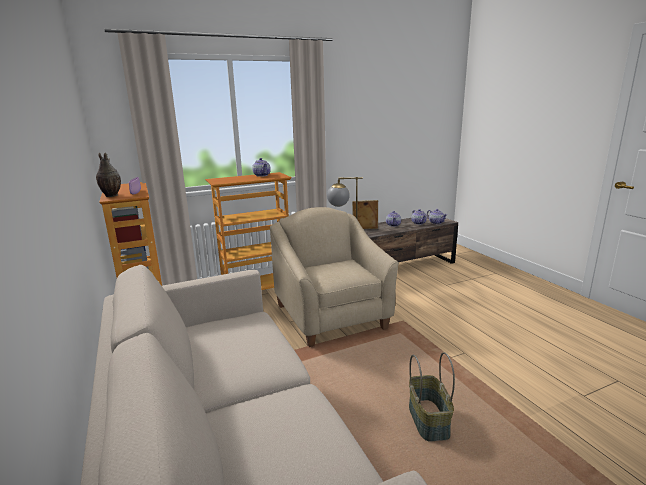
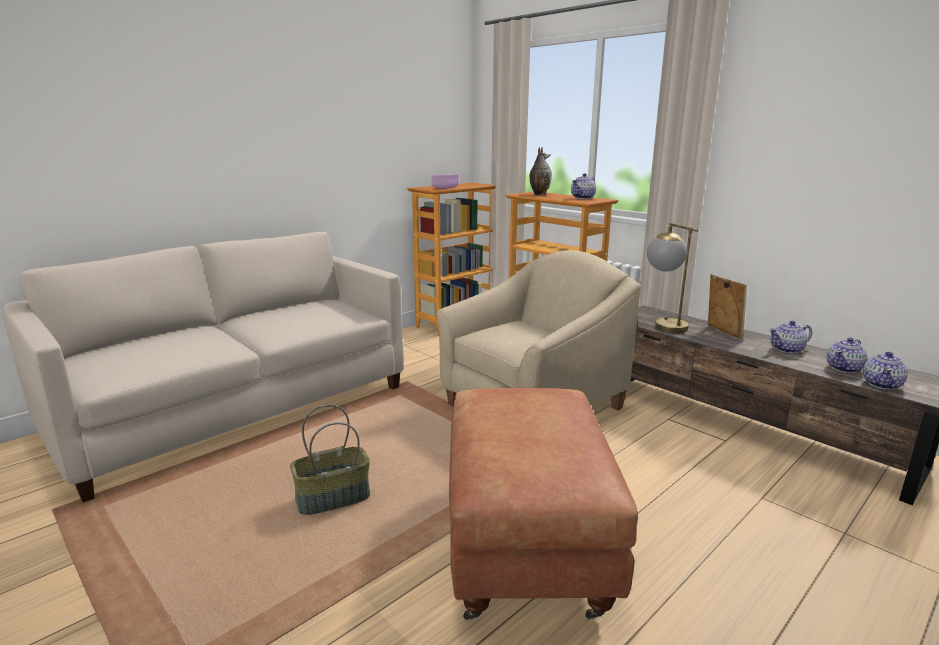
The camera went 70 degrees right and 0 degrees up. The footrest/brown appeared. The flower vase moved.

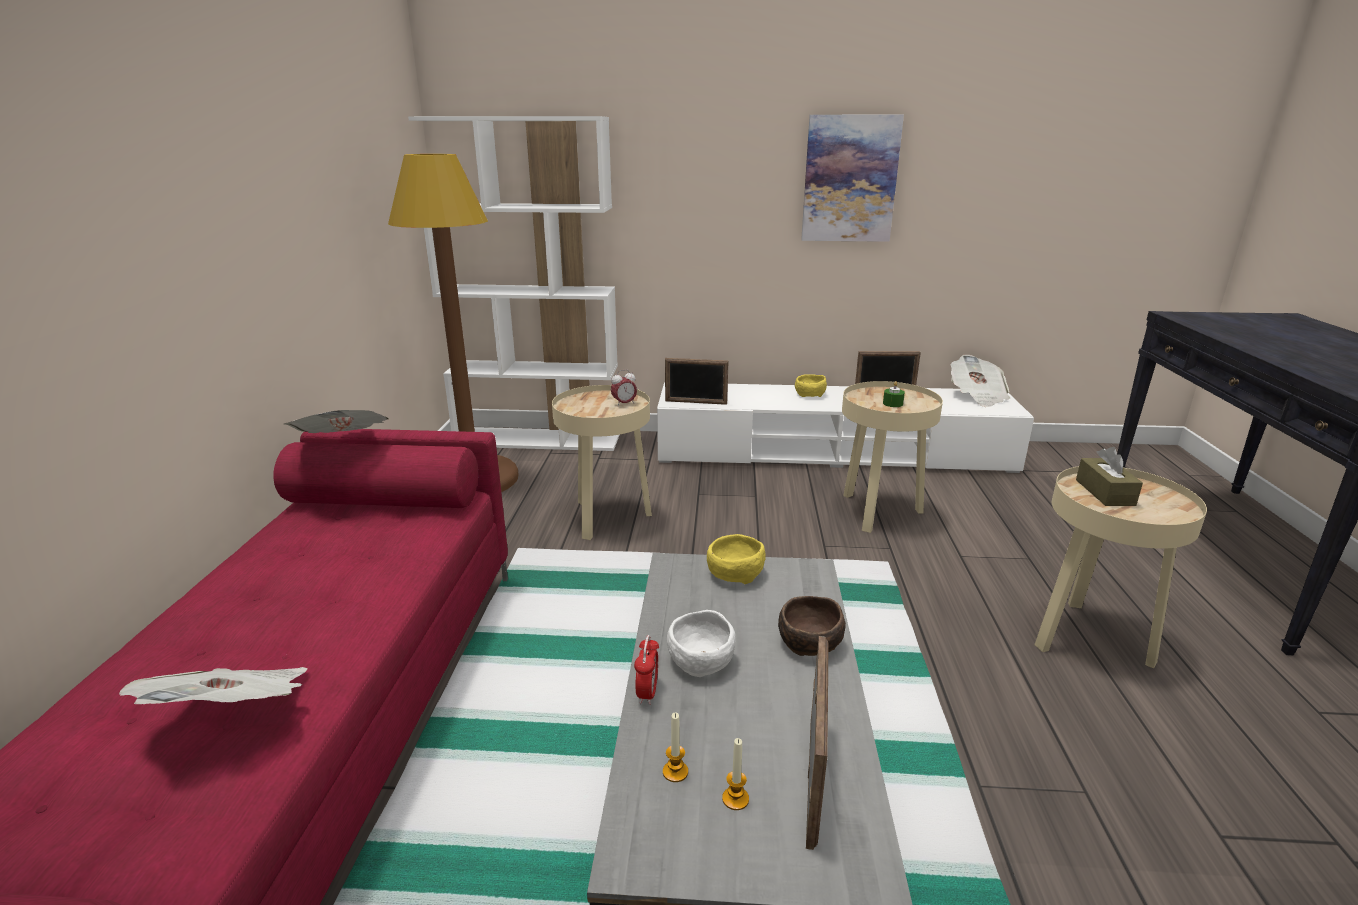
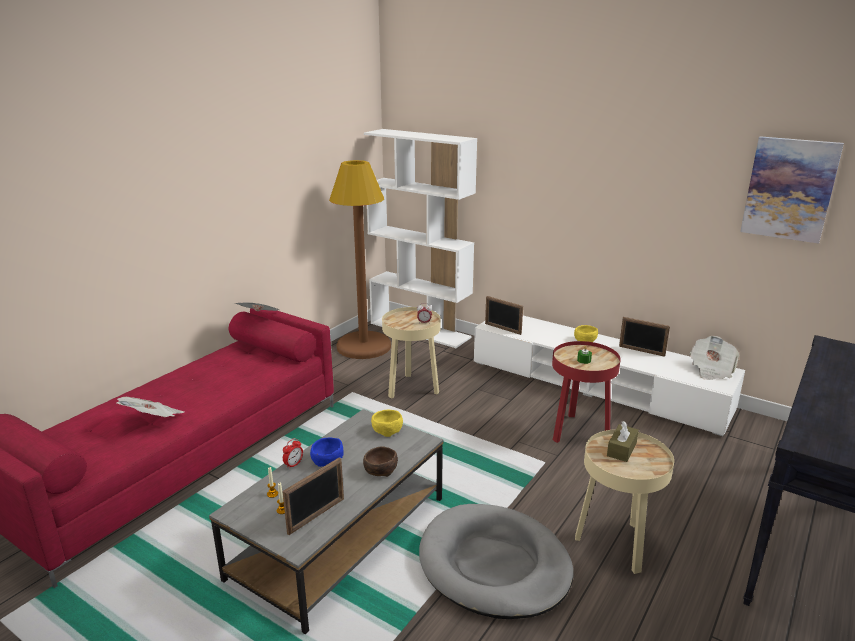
The camera went 30 degrees right and 0 degrees up. The pet bed/gray appeared. The wall art moved. The bowl/whitish became the bowl/bluish. The accent table/beige (no. 2 from left) became the accent table/red.

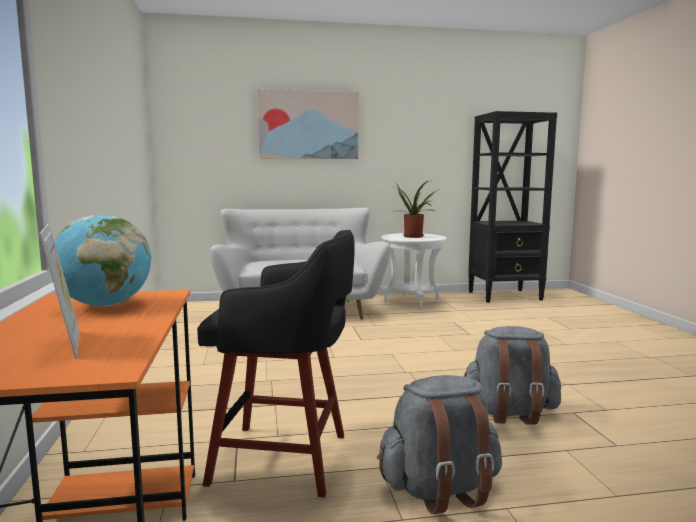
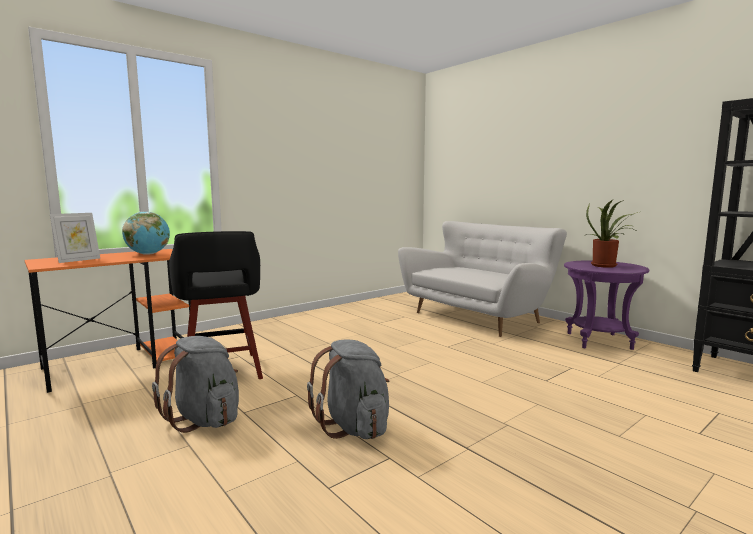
The camera went 60 degrees right and 0 degrees up. The wall art disappeared. The accent table/whitish became the accent table/purple-coloured.

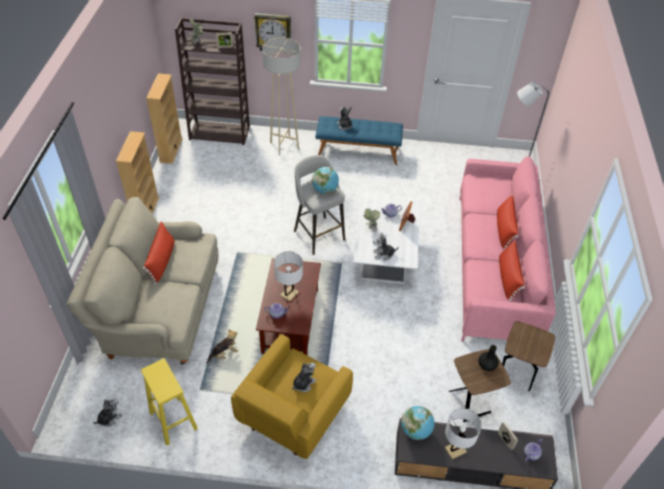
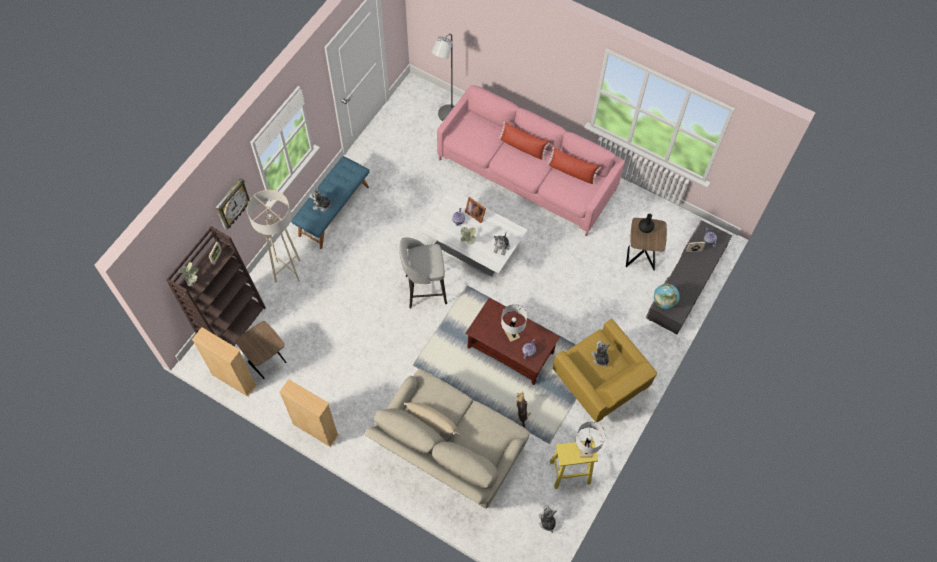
The camera went 65 degrees left and 15 degrees up. The desk globe (no. 1 from left) disappeared. The tabletop lamp/whitish (no. 2 from left) moved. The accent table/brown (no. 2 from left in the first image) moved. The pillow/red (no. 1 from left) became the pillow/beige.

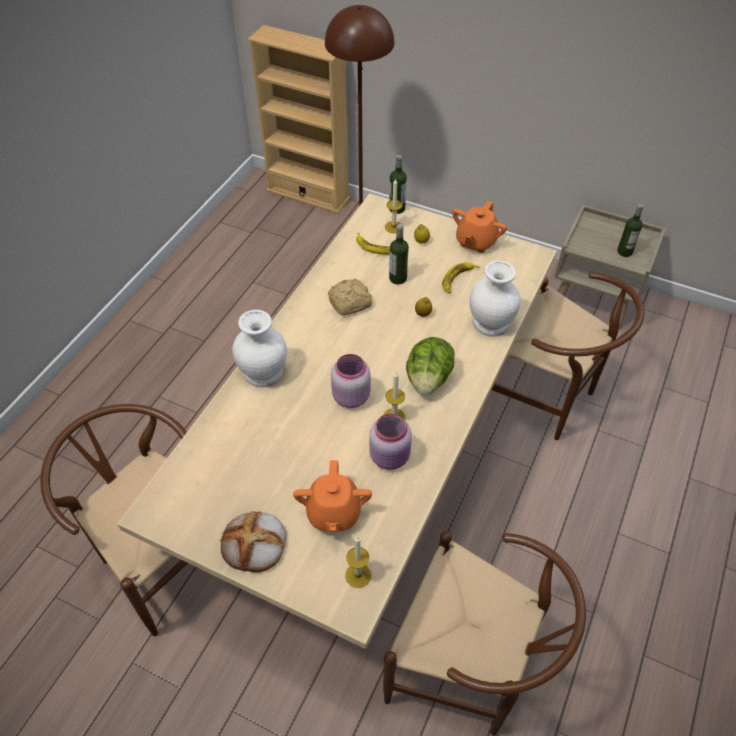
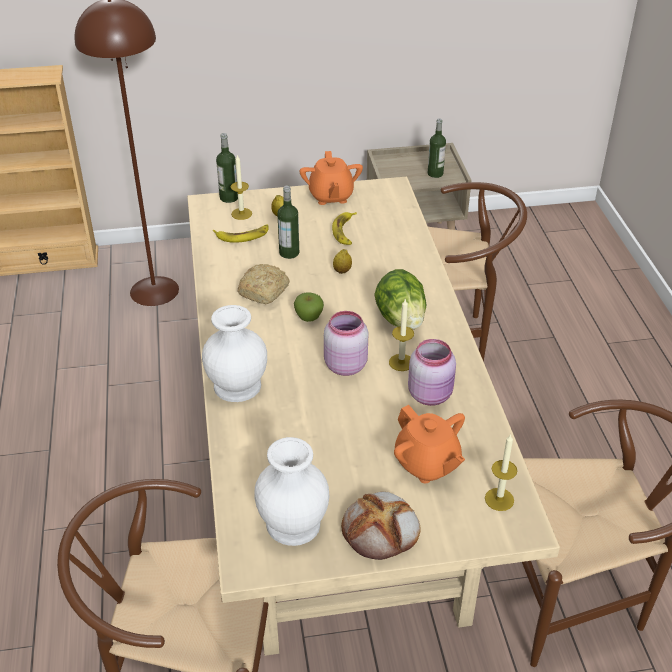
The camera went 35 degrees left and 10 degrees down. The apple appeared. The flower vase/whitish (no. 2 from left) moved.

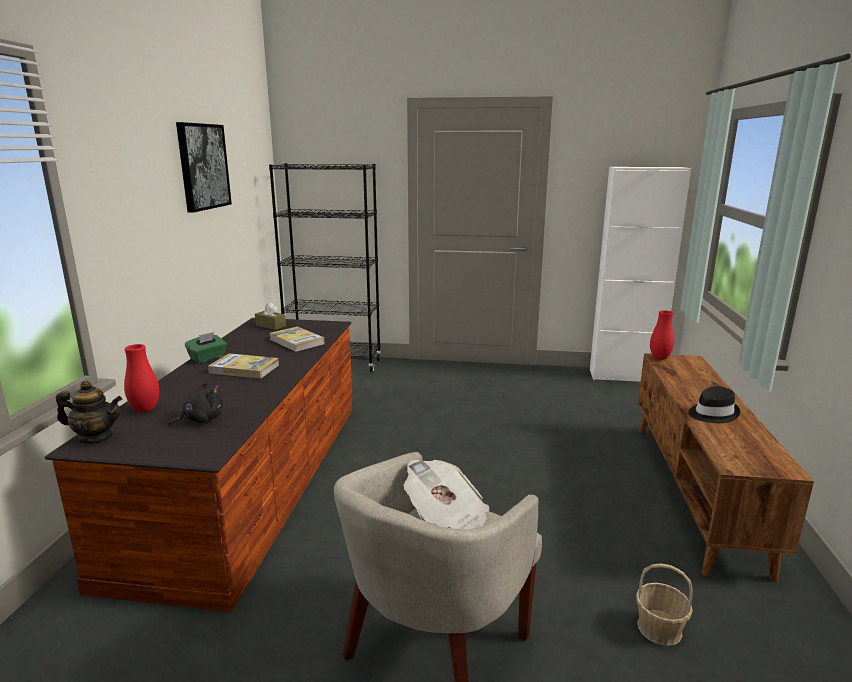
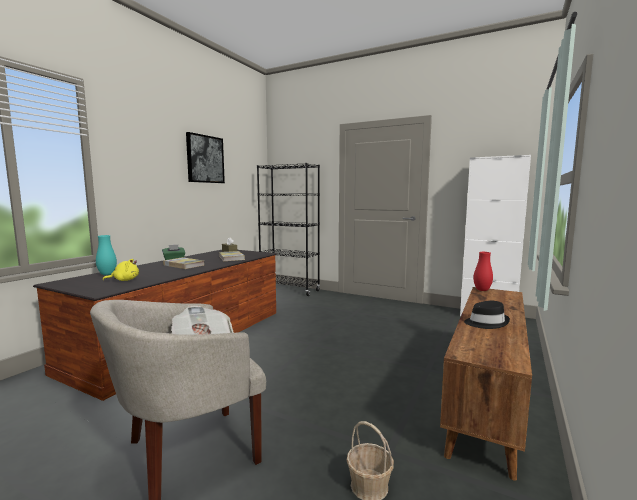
The camera went 20 degrees right and 10 degrees down. The tea pot disappeared. The flower vase/red (no. 1 from left) became the flower vase/turquoise-coloured. The plush toy/black became the plush toy/yellow-coloured.

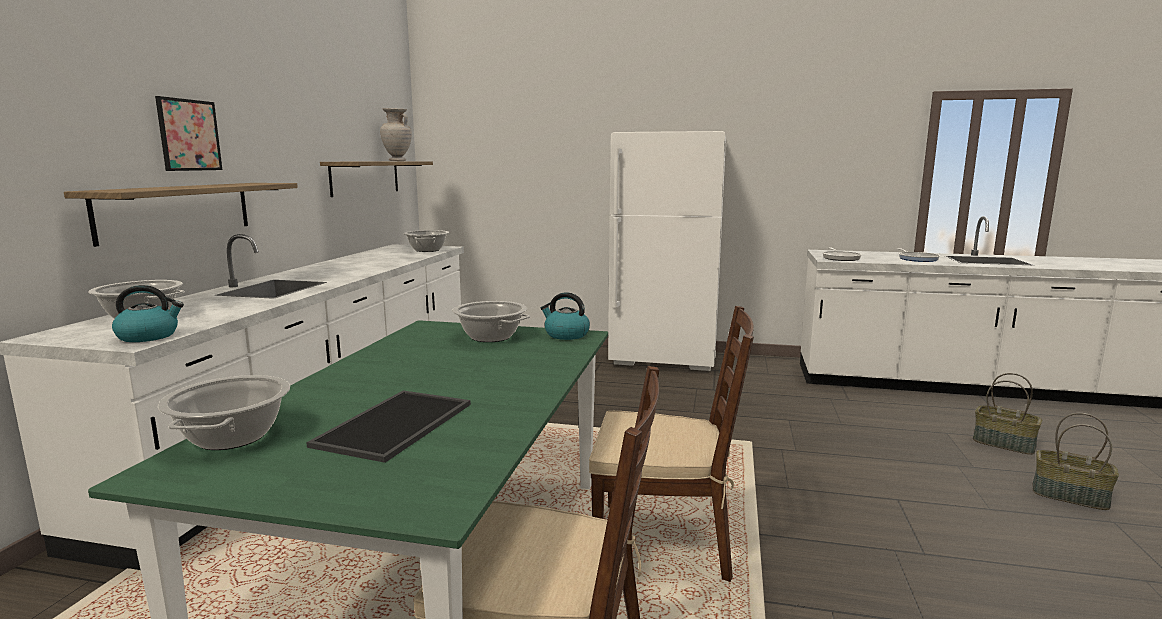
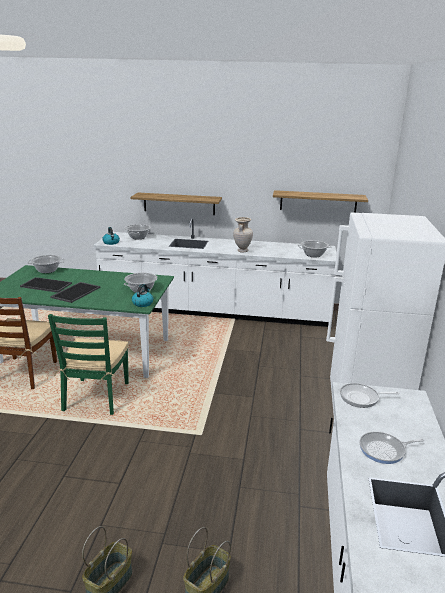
The camera went 85 degrees right and 10 degrees up. The wall art disappeared. The carrying tray (no. 2 from left) appeared. The flower vase/beige moved. The chair/brown (no. 2 from left) became the chair/green-coloured.

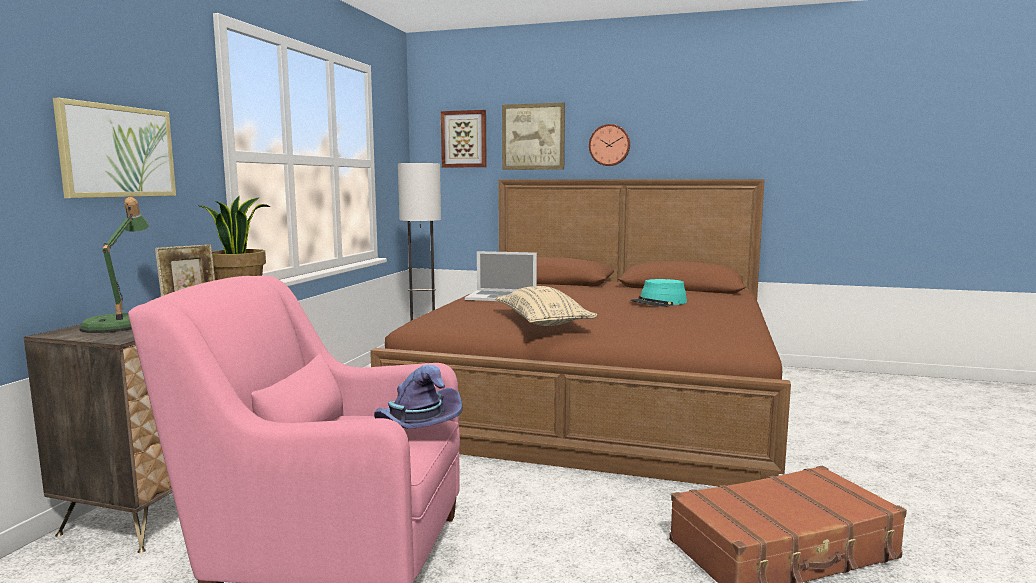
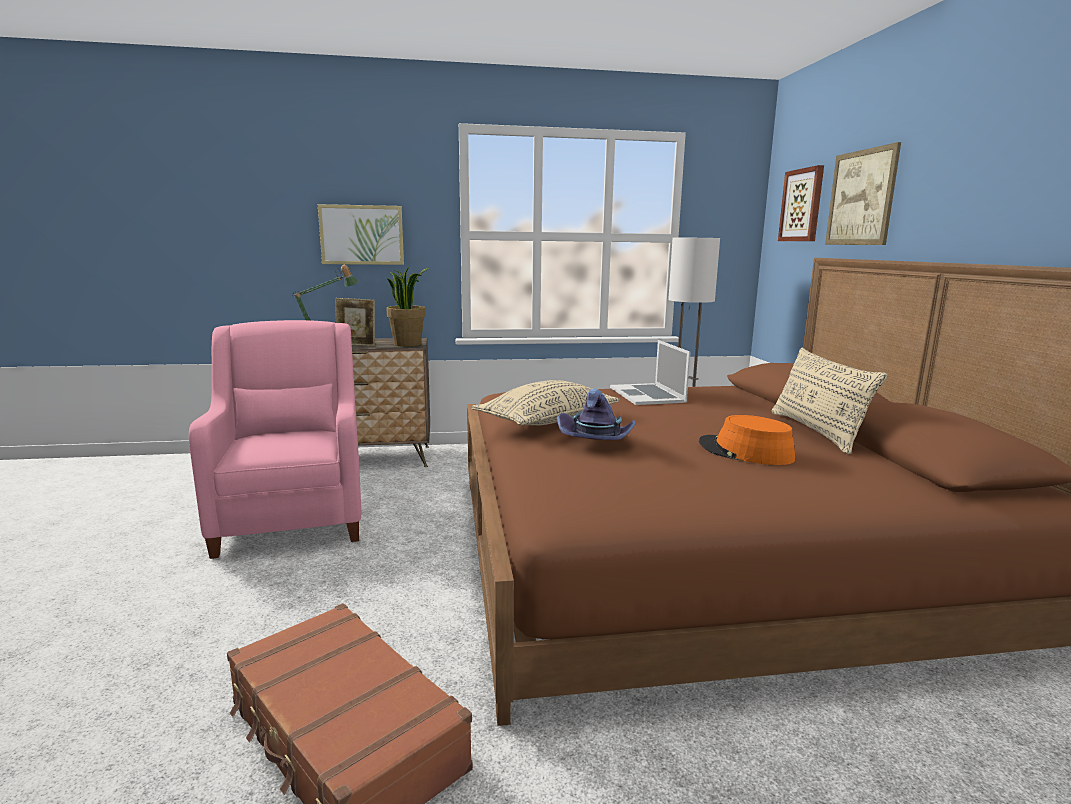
The camera went 65 degrees right and 5 degrees up. The hanging clock disappeared. The pillow/beige (no. 2 from left) appeared. The clothing hat/purple-coloured moved. The clothing hat/turquoise-coloured became the clothing hat/orange.

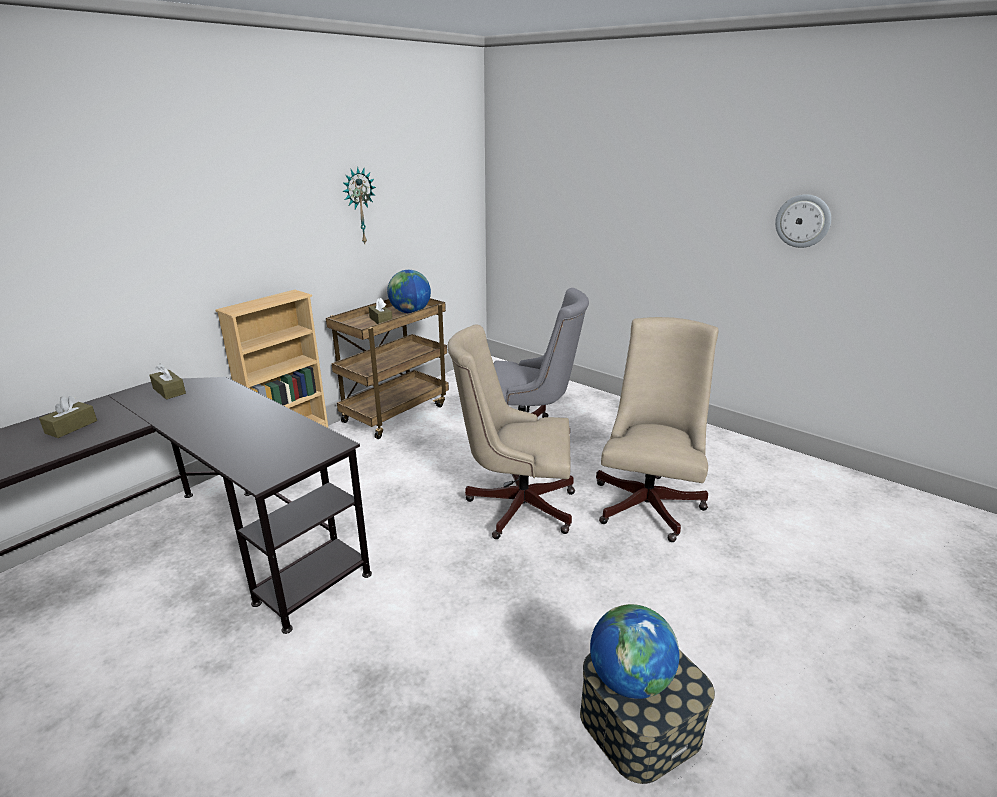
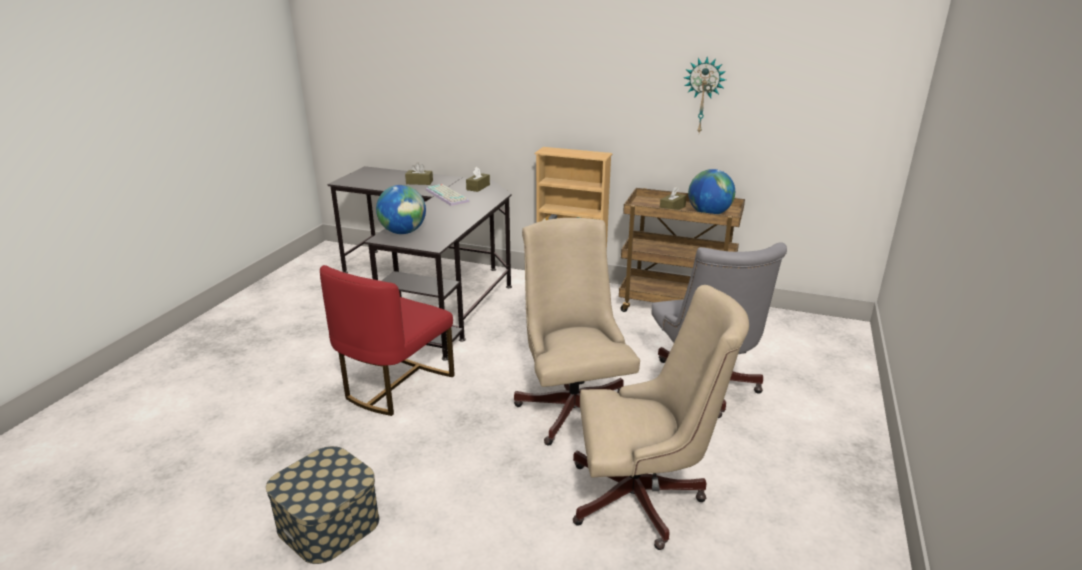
The camera went 70 degrees right and 0 degrees up. The hanging clock (no. 2 from left) disappeared. The chair/red appeared. The keyboard appeared. The desk globe (no. 2 from left in the first image) moved.

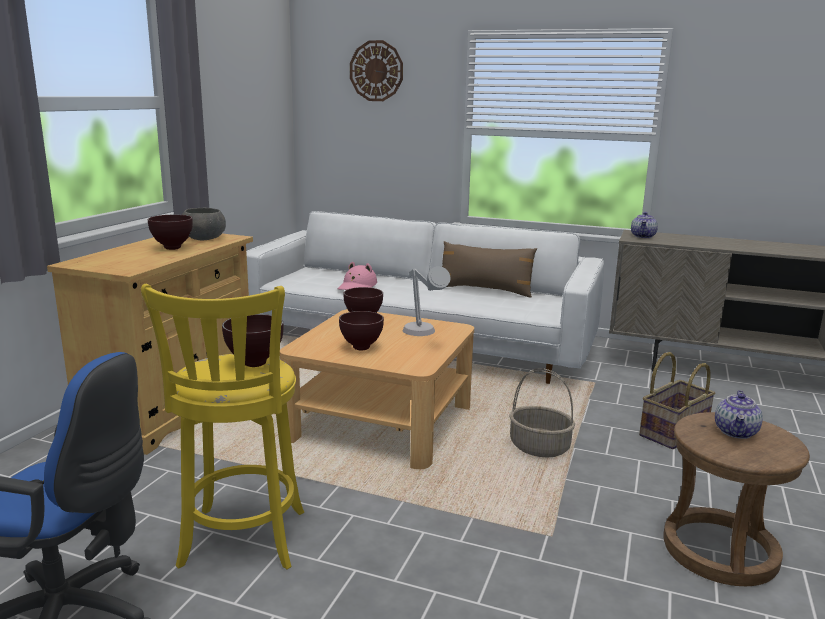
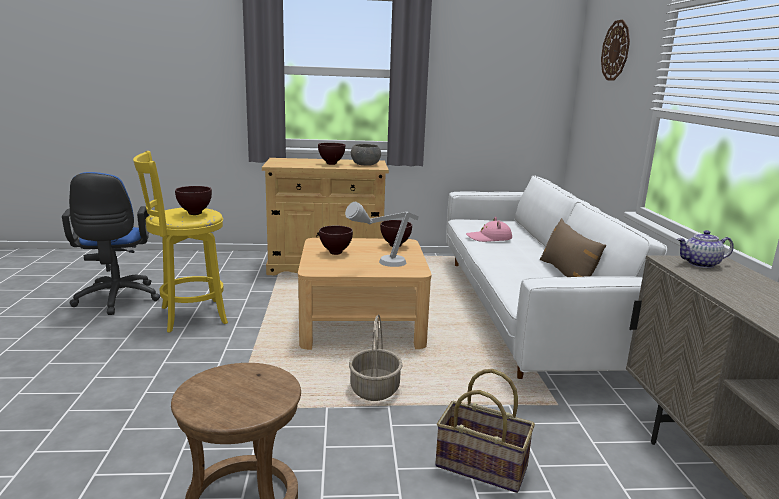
The camera went 65 degrees right and 0 degrees up. The tea pot (no. 2 from left) disappeared.

